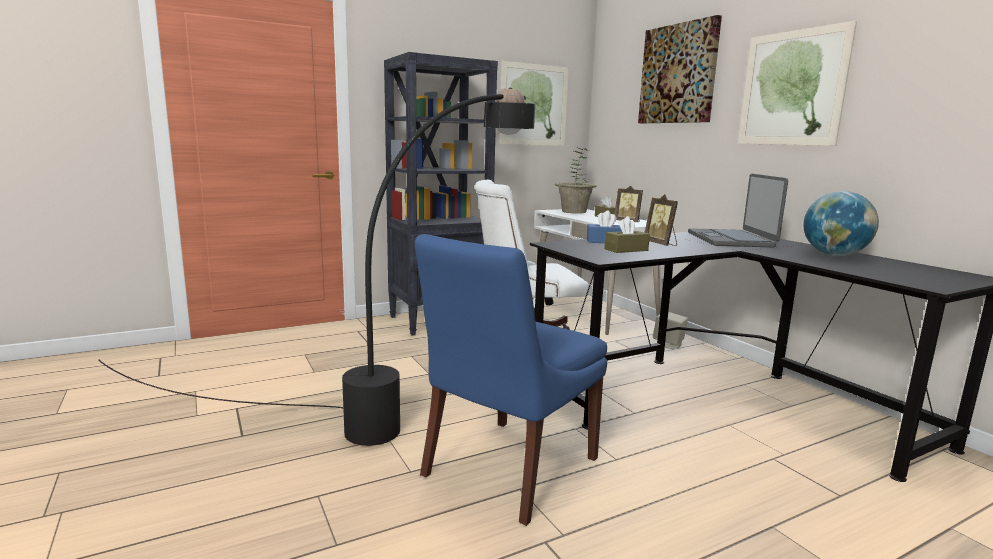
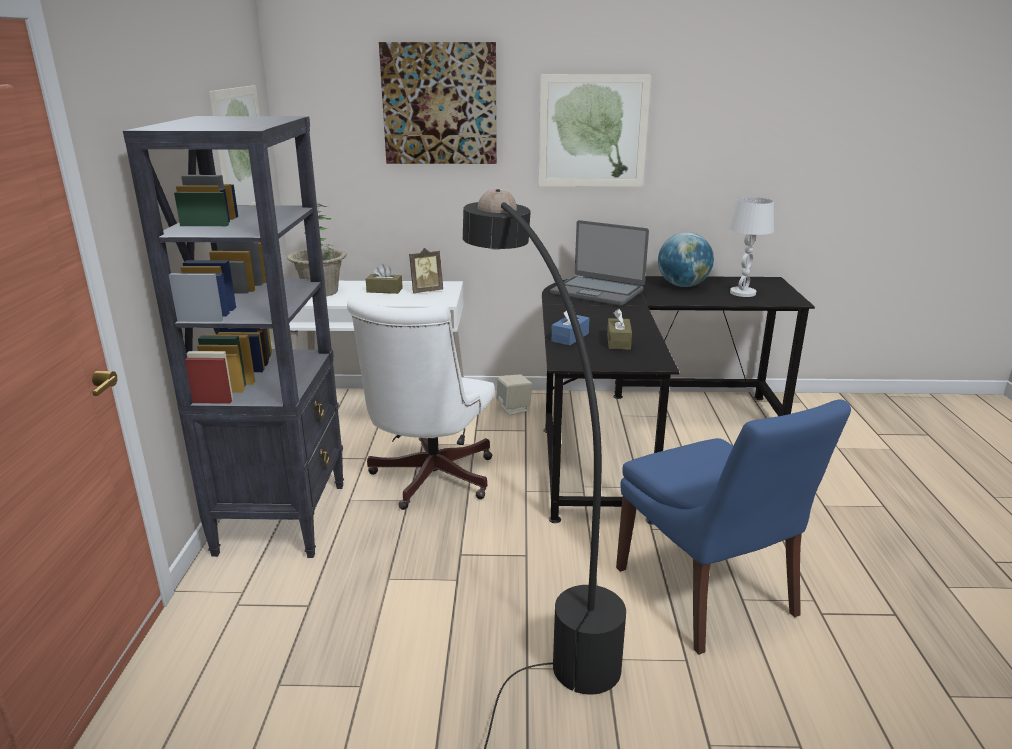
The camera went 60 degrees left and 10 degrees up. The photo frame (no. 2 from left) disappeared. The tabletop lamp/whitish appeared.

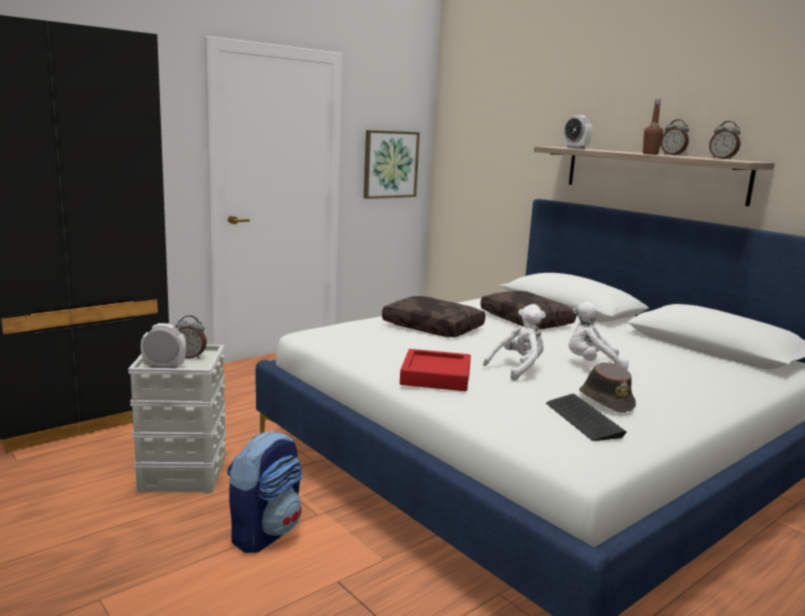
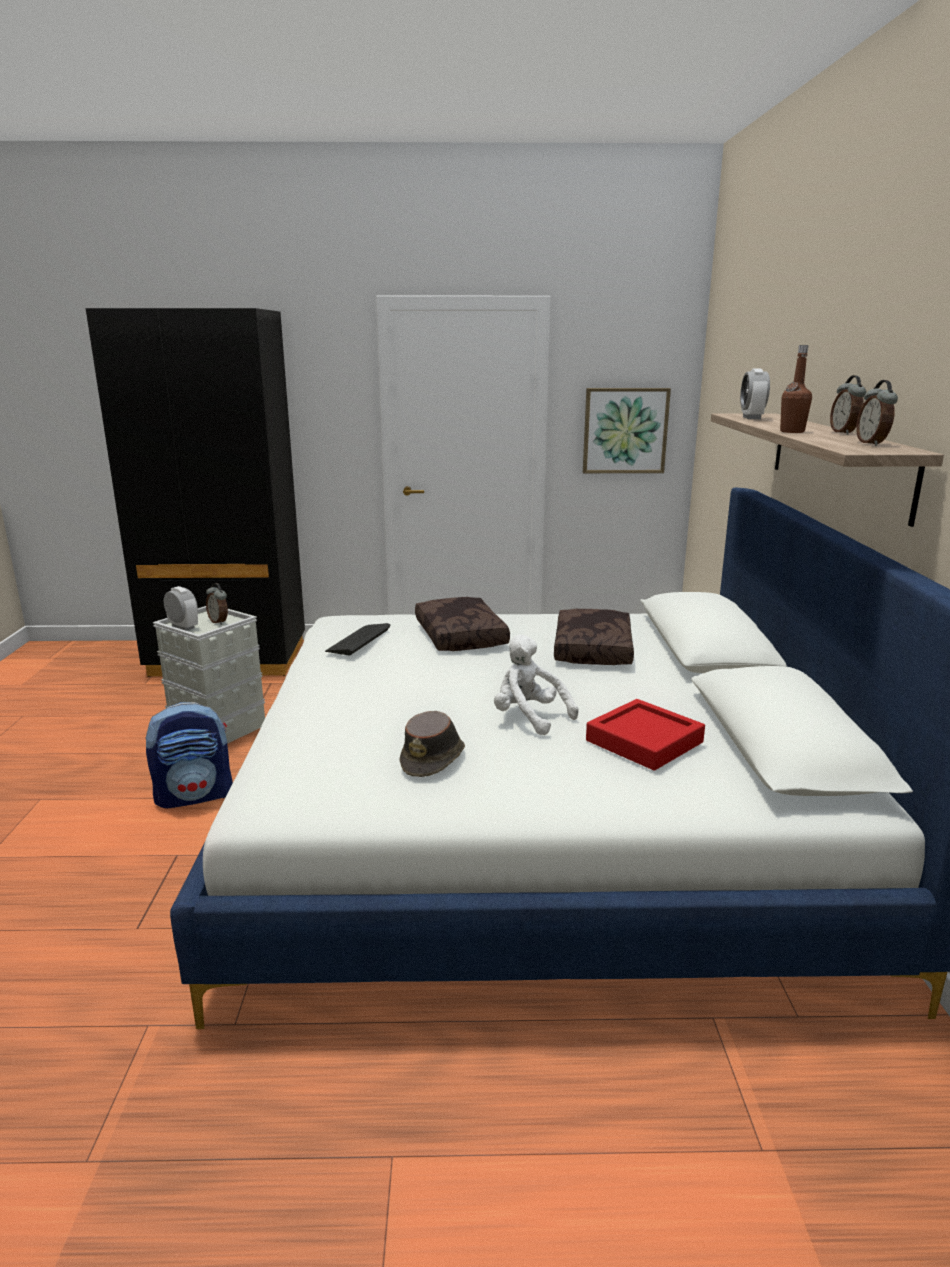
The camera went 40 degrees right and 5 degrees up. The plush toy/whitish (no. 1 from left) disappeared. The carrying tray/red moved. The keyboard moved.

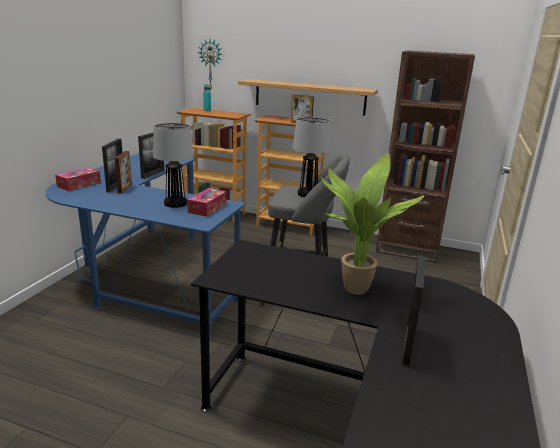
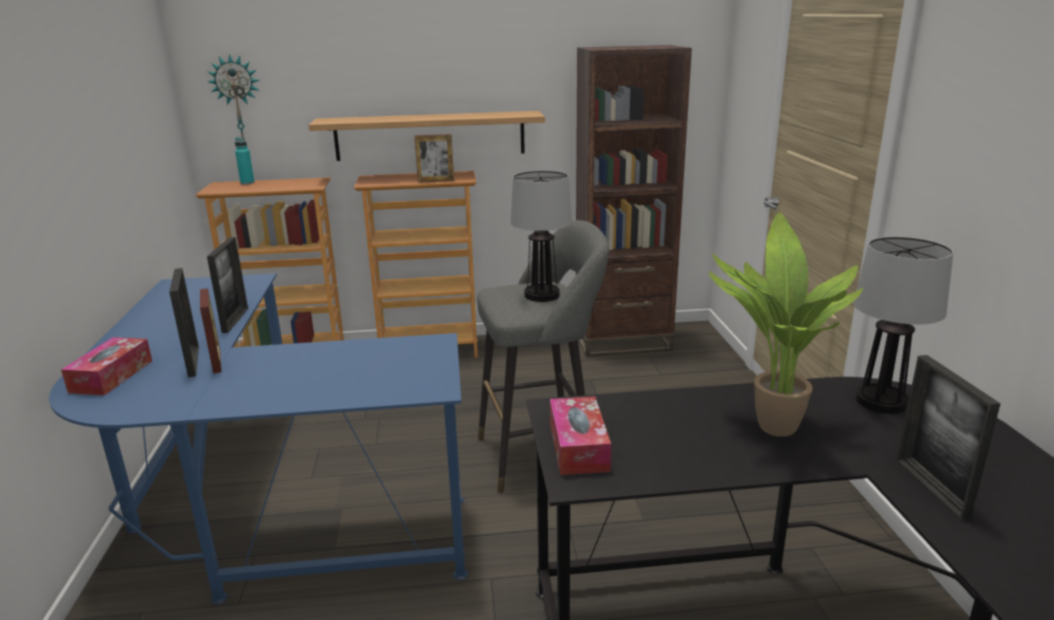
The camera went 25 degrees left and 0 degrees up. The tabletop lamp (no. 1 from left in the first image) moved. The tissue box (no. 2 from left) moved.

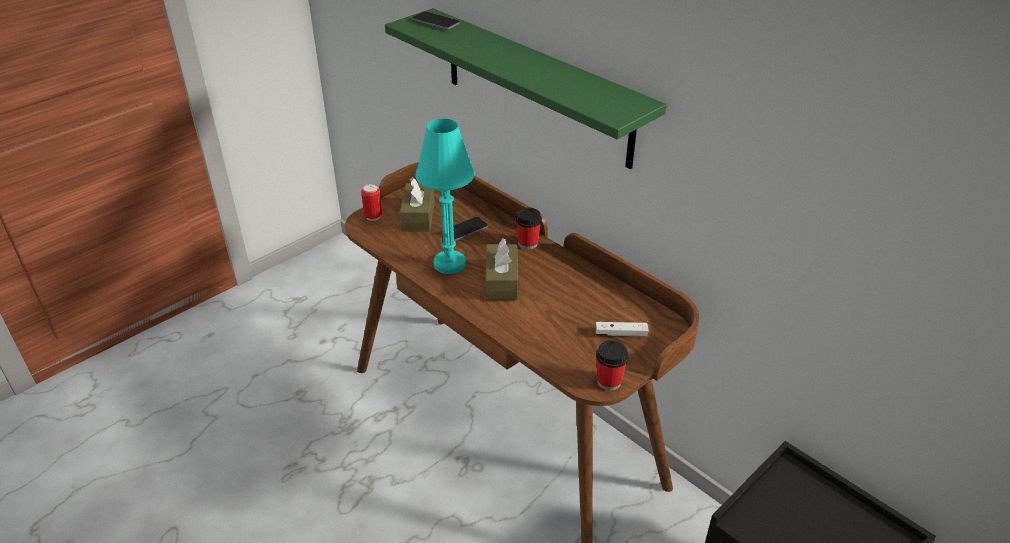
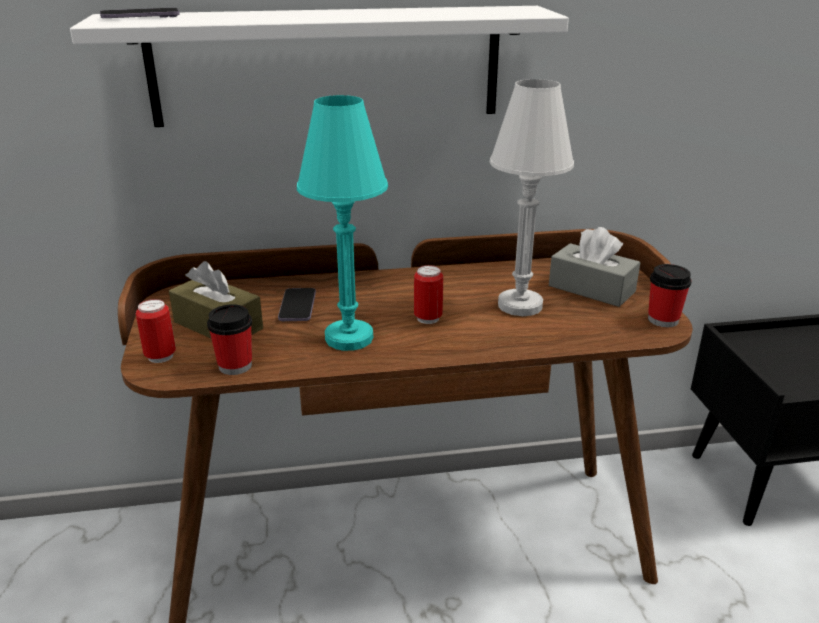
The camera went 55 degrees left and 10 degrees down. The tabletop lamp/whitish appeared. The small cup (no. 1 from left) moved. The tissue box/brown (no. 2 from left) was replaced by the can (no. 2 from left). The joypad/whitish was replaced by the tissue box/gray. The bracket shelf/green-coloured became the bracket shelf/whitish.

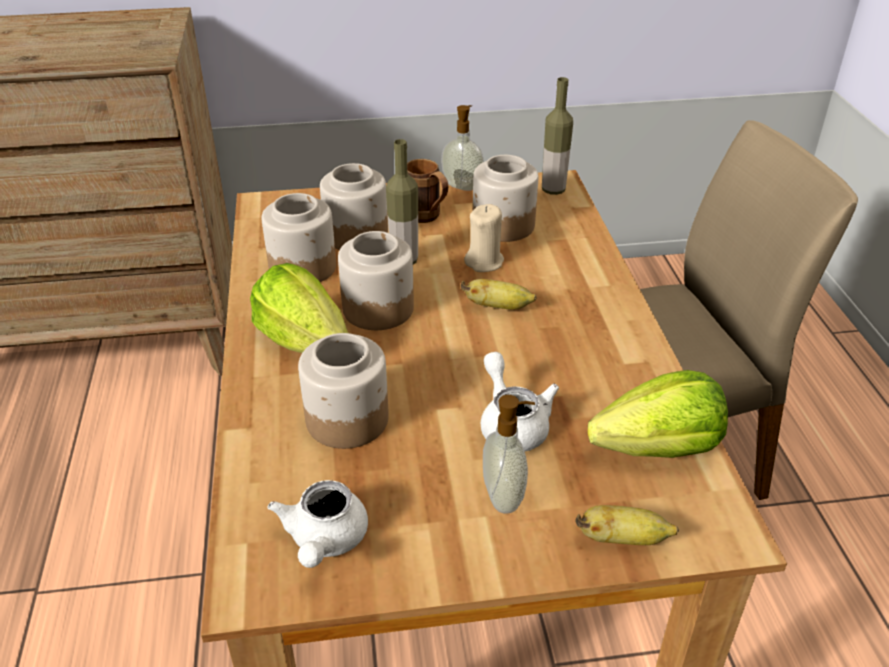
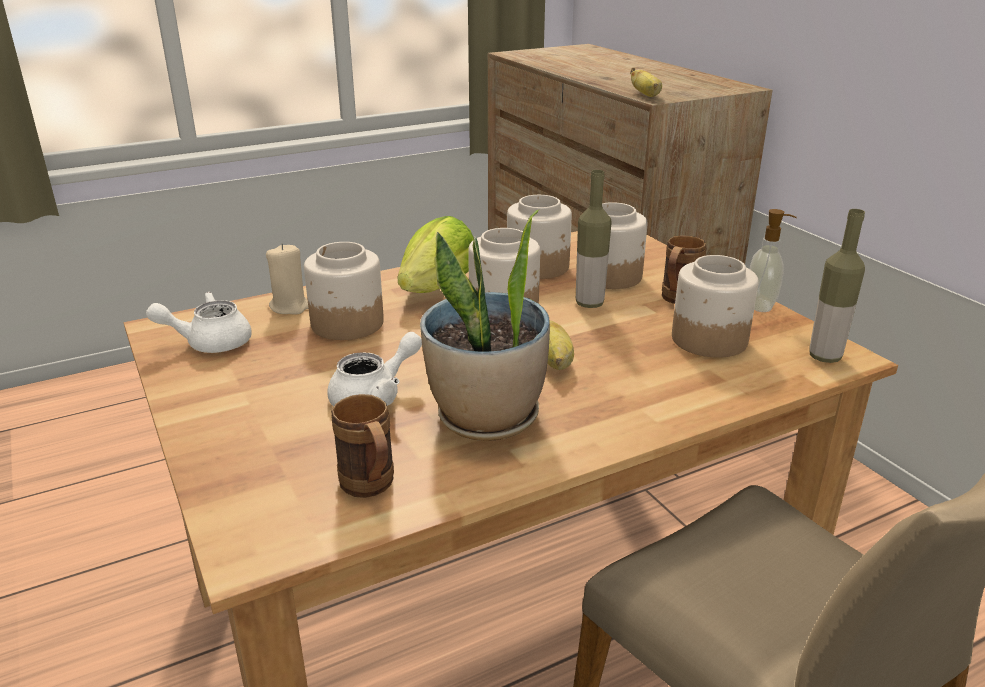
The camera went 70 degrees right and 10 degrees down. The soap bottle (no. 2 from left) disappeared. The plant in a pot appeared. The candle/beige moved. The banana fruit (no. 2 from left) moved. The lettuce (no. 2 from left) was replaced by the coffee mug/brown (no. 1 from left).

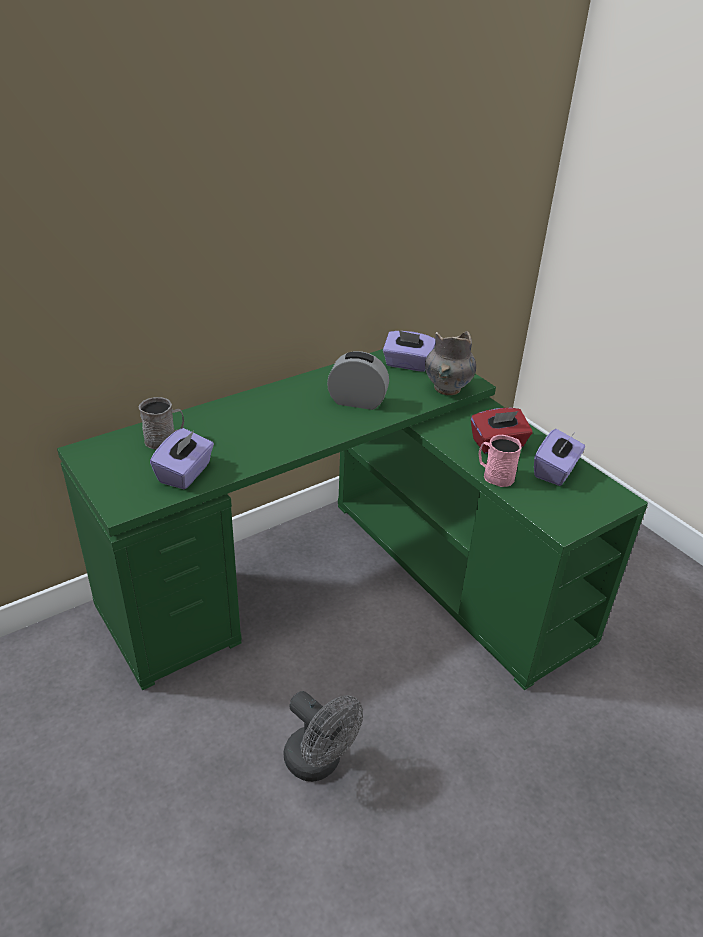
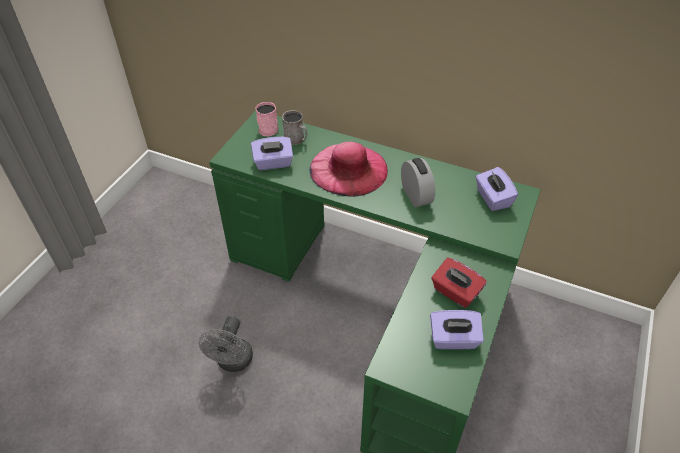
The camera went 60 degrees right and 10 degrees up. The flower vase/gray disappeared. The clothing hat/pinkish appeared. The coffee mug/pinkish moved.

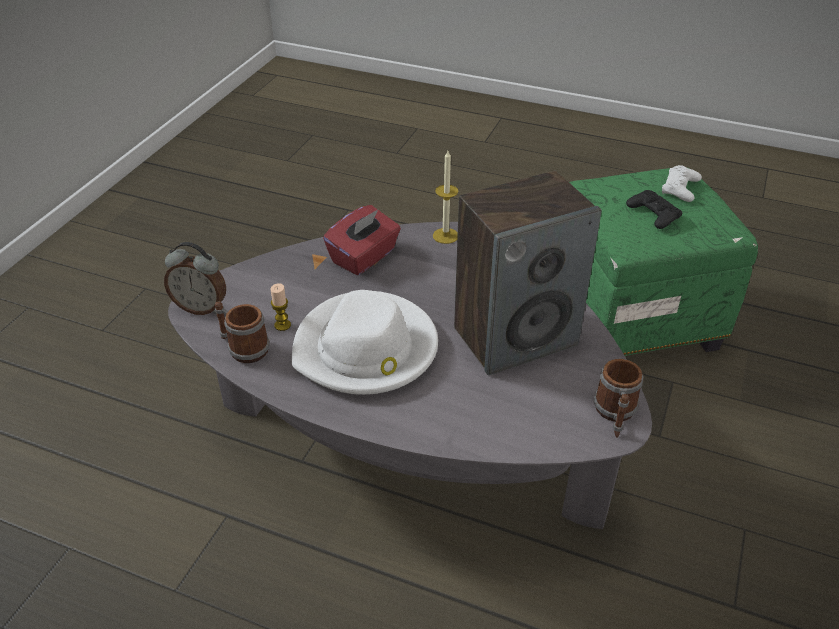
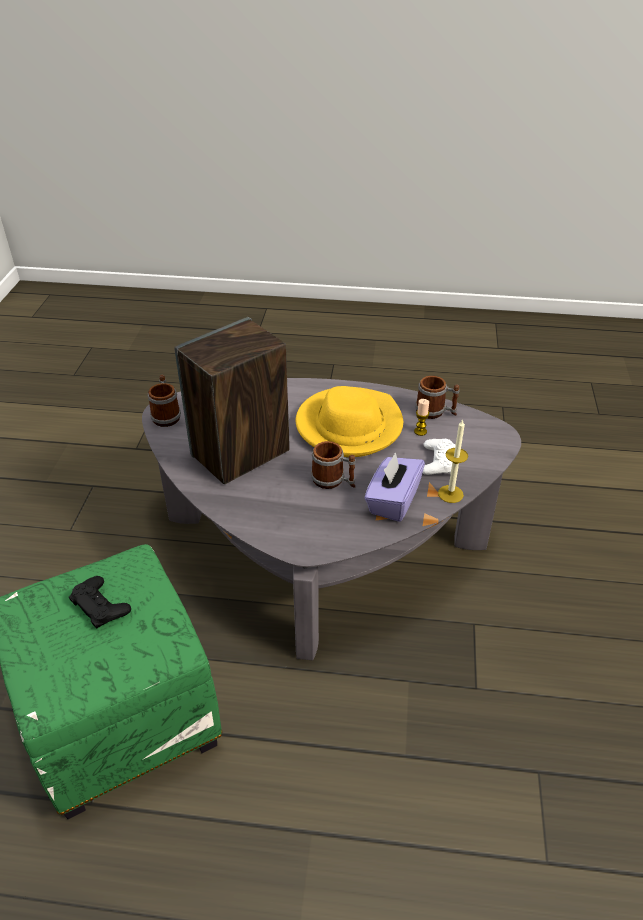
The camera went 165 degrees right and 0 degrees up. The table clock disappeared. The coffee mug (no. 2 from left) appeared. The candle (no. 2 from left) moved. The joypad/whitish moved. The clothing hat/whitish became the clothing hat/yellow-coloured. The tissue box/red became the tissue box/purple-coloured.

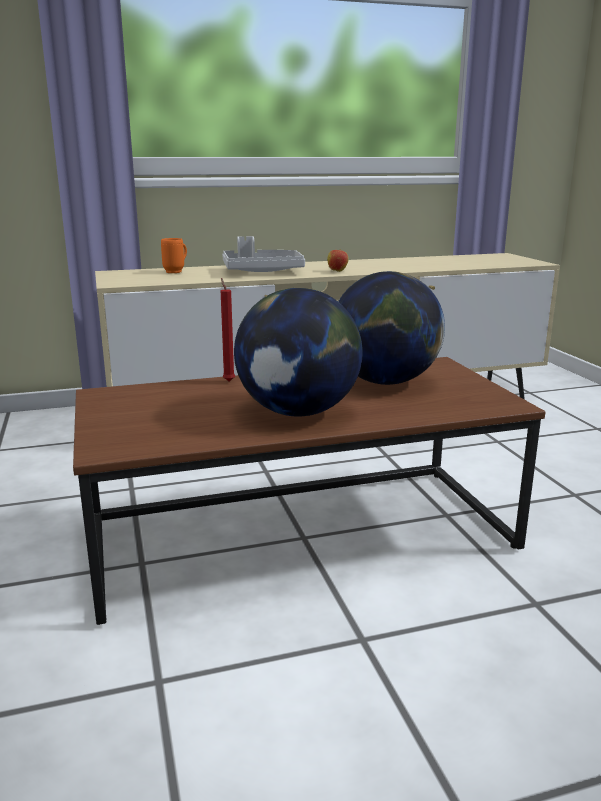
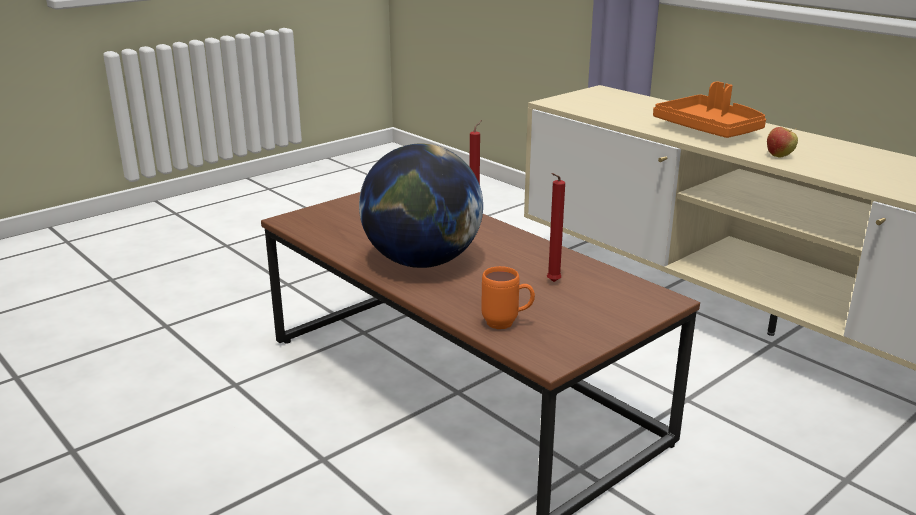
The camera went 65 degrees right and 5 degrees up. The coffee mug/orange moved. The desk globe (no. 2 from left) was replaced by the candle/red (no. 2 from left). The carrying tray/gray became the carrying tray/orange.

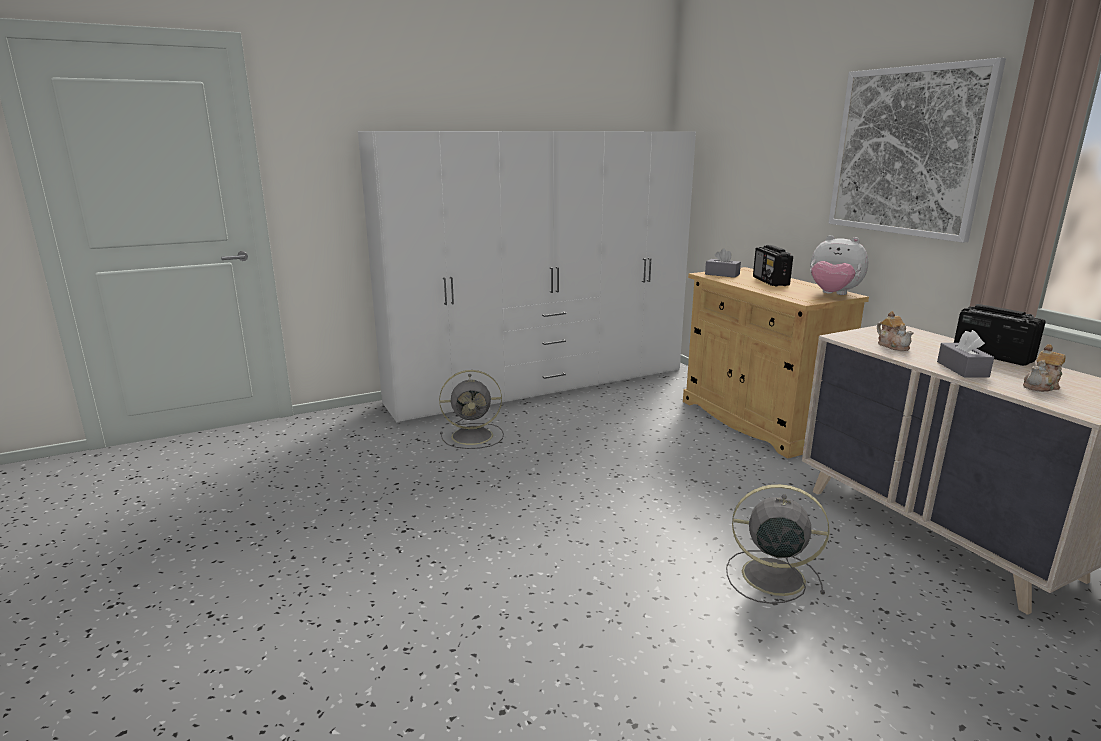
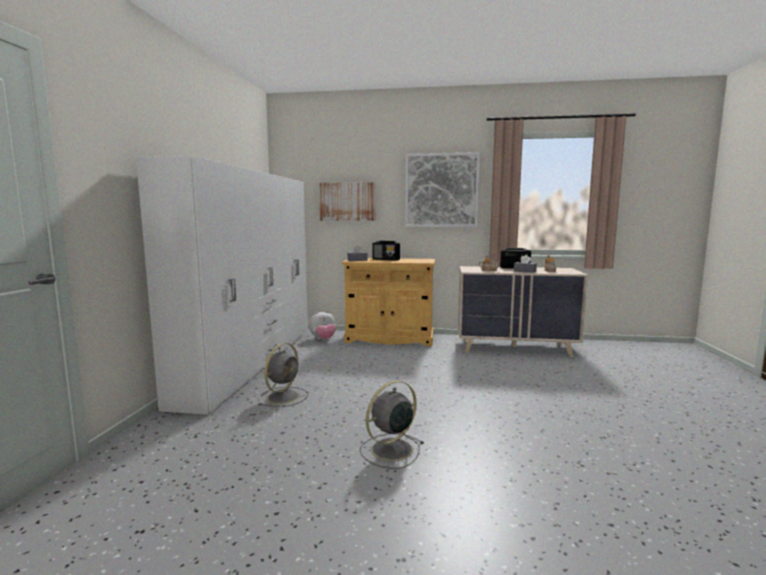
The camera went 55 degrees left and 10 degrees down. The wall art (no. 1 from left) appeared. The cooling fan/gray (no. 2 from left) moved. The plush toy moved.

